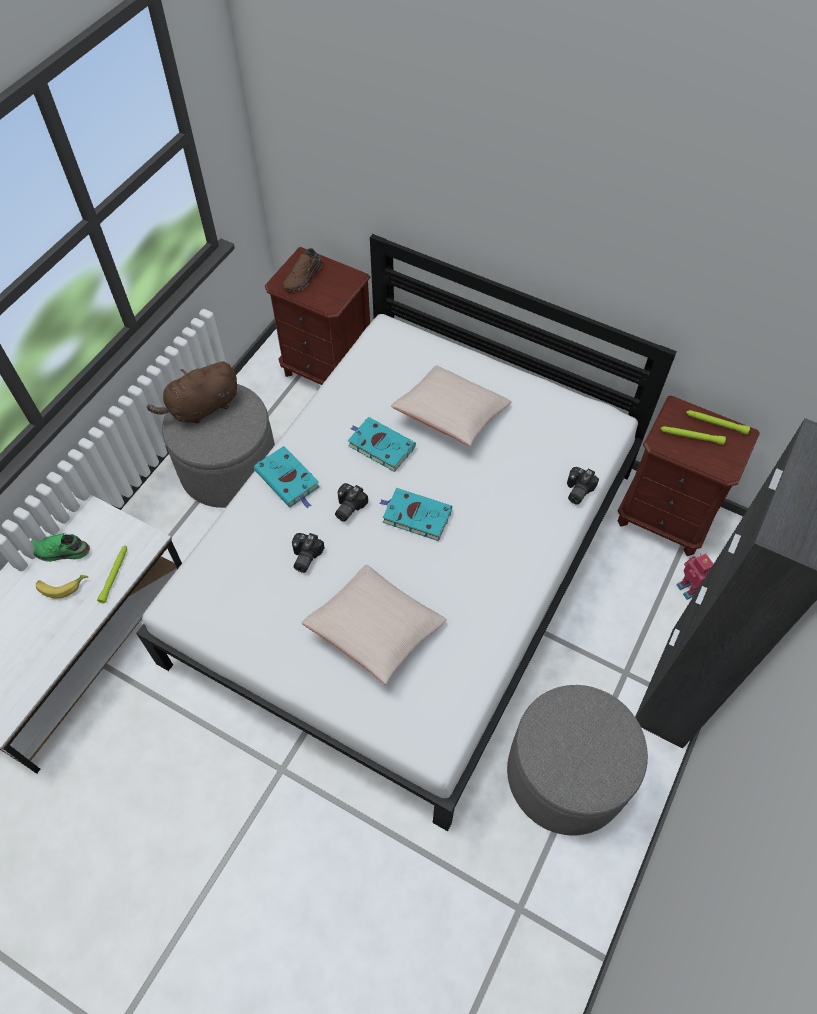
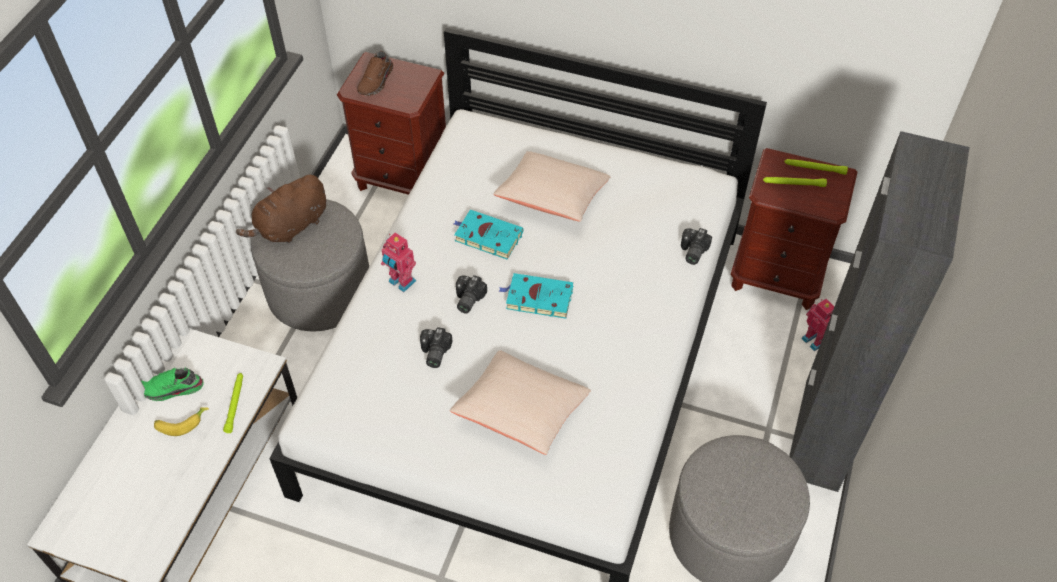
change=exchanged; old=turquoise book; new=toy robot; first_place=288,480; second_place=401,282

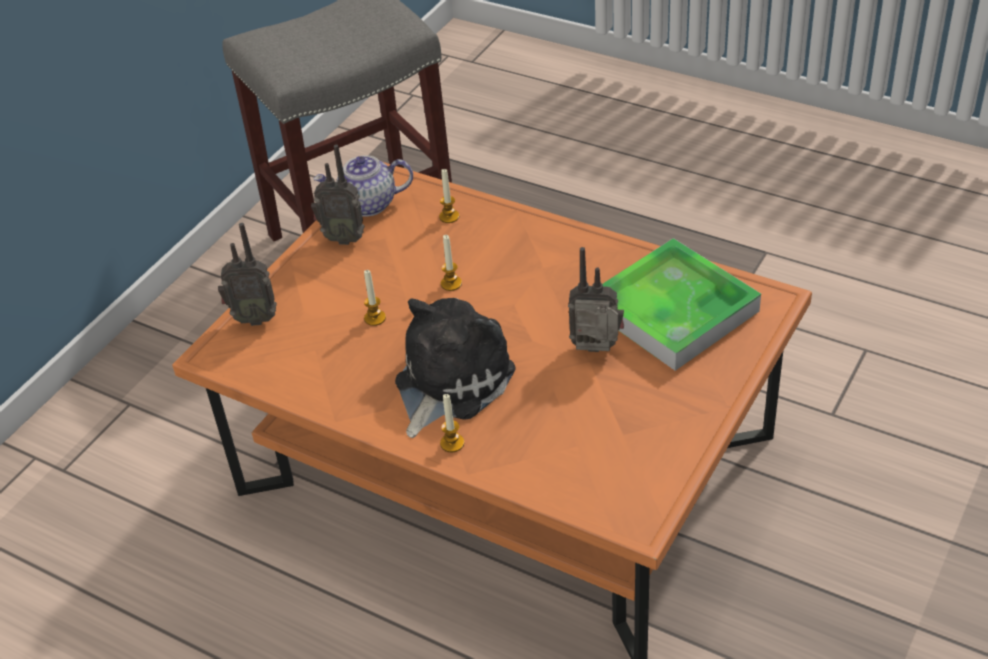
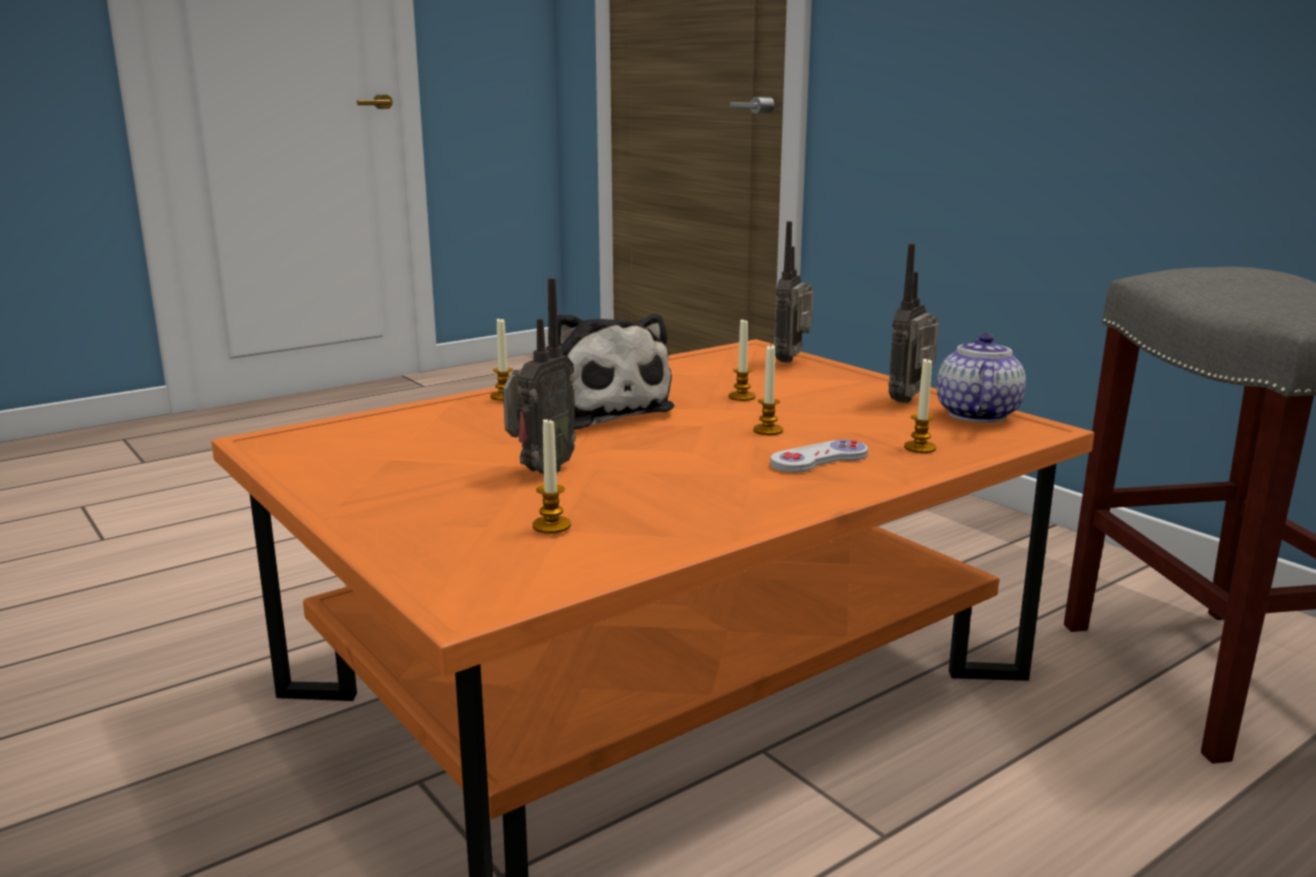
change=exchanged; old=tray; new=candle; first_place=673,310; second_place=551,526
change=appeared; new=white game controller; second_place=819,459

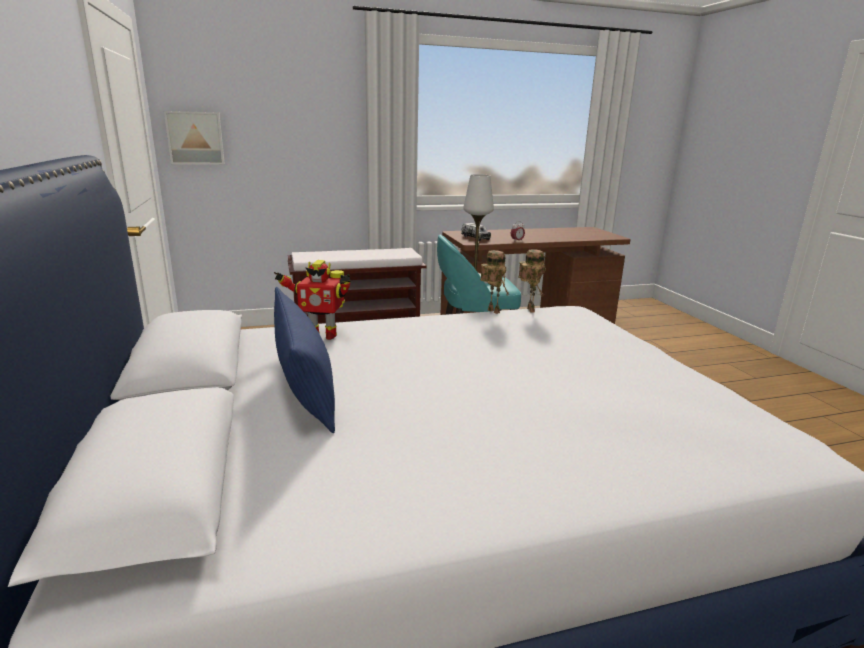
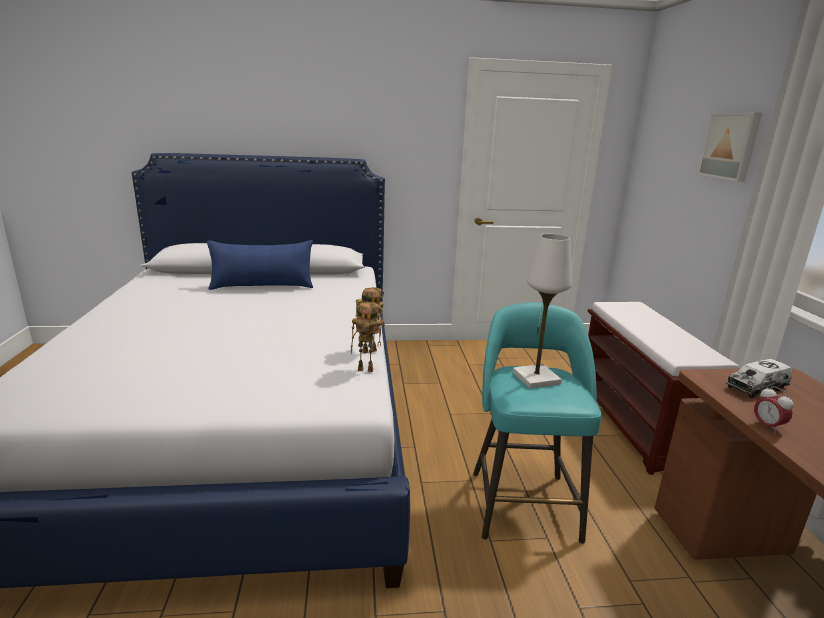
change=relocated; old=picture; first_place=195,138; second_place=730,146
change=missing; old=toy robot; first_place=321,335

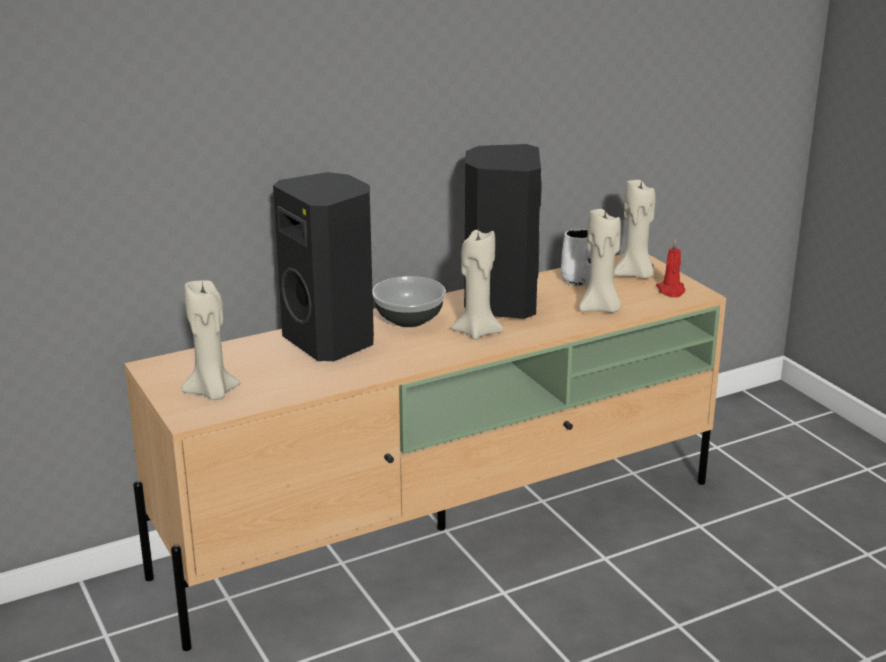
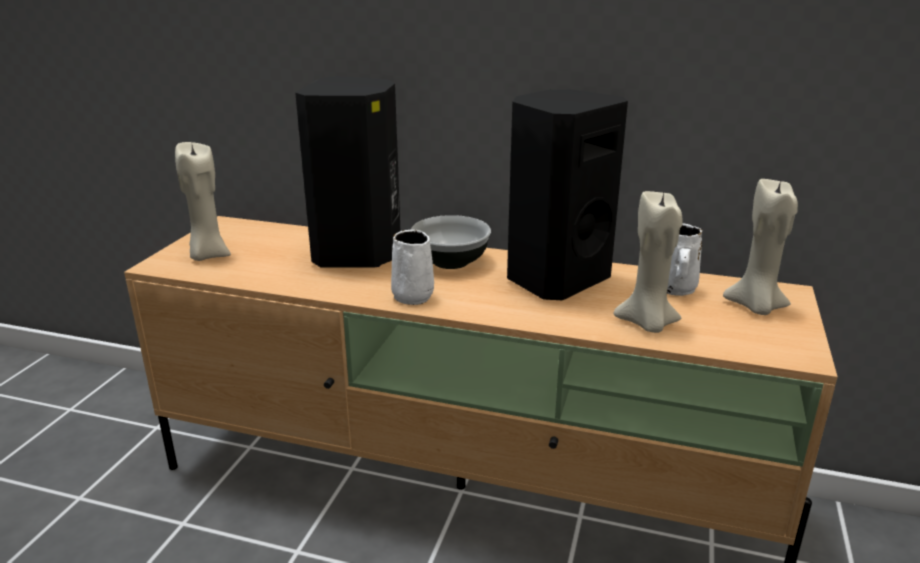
change=missing; old=beige candle; first_place=477,332
change=missing; old=red candle; first_place=671,291
change=appeared; new=white mug; second_place=412,295

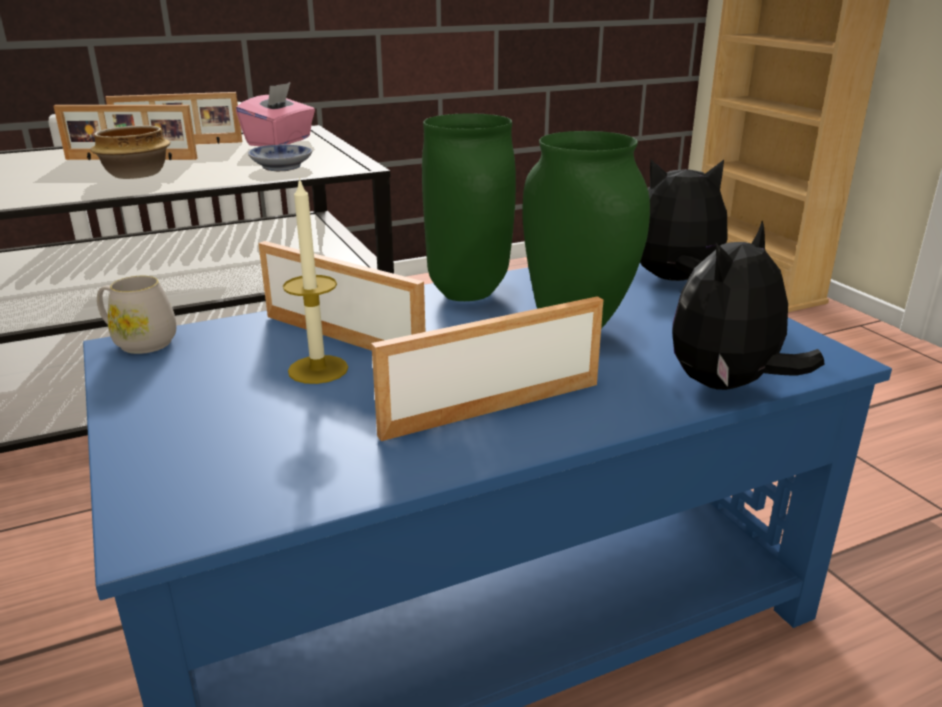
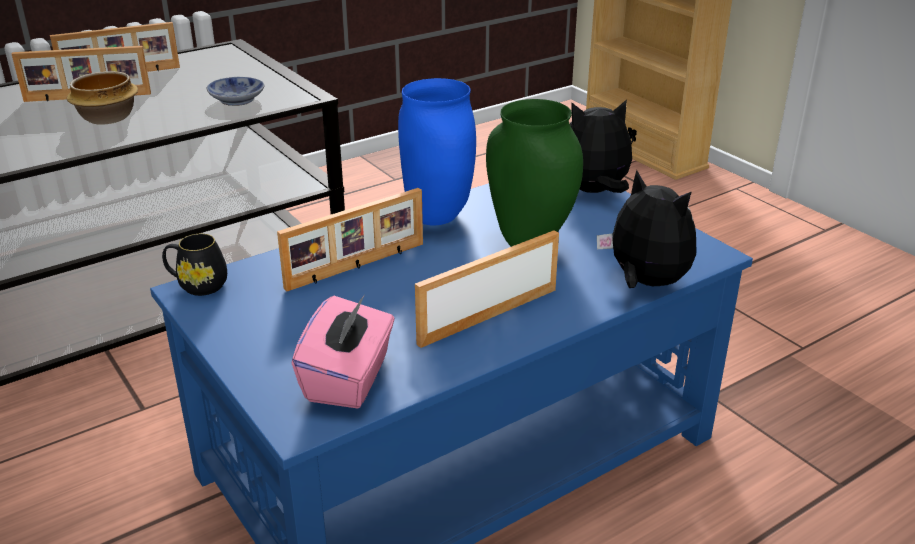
change=relocated; old=pink tissue box; first_place=280,142; second_place=349,379
change=colour; old=green vase; new=blue vase; first_place=470,294; second_place=439,217
change=missing; old=candle; first_place=318,369
change=spun; old=plush toy; first_place=728,386; second_place=644,283; degrees=105
change=spun; old=picture frame; first_place=344,337; second_place=357,266; degrees=120
change=colour; old=white mug; new=black mug; first_place=139,342; second_place=197,285

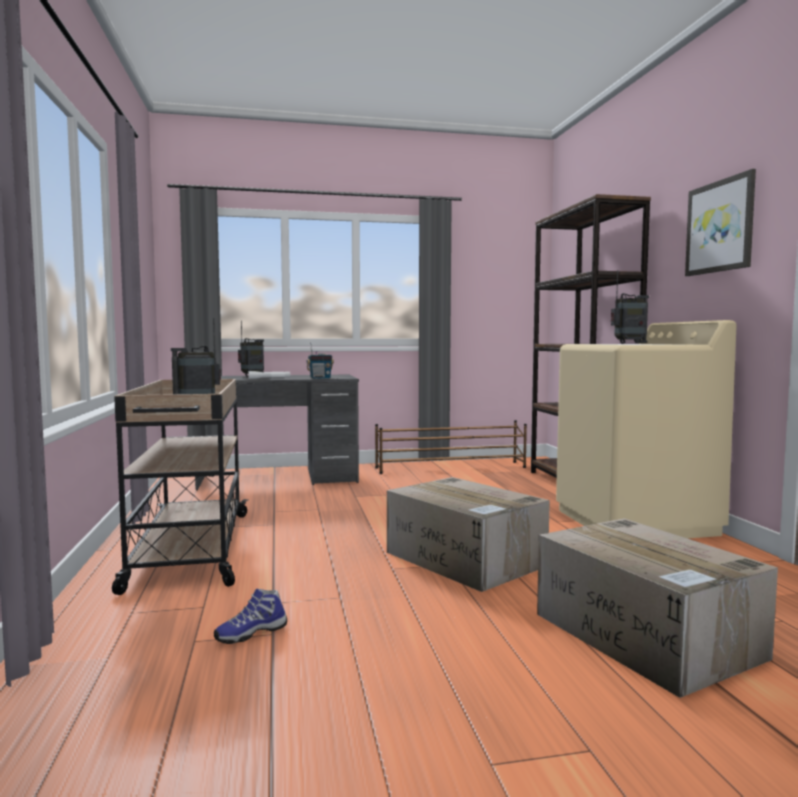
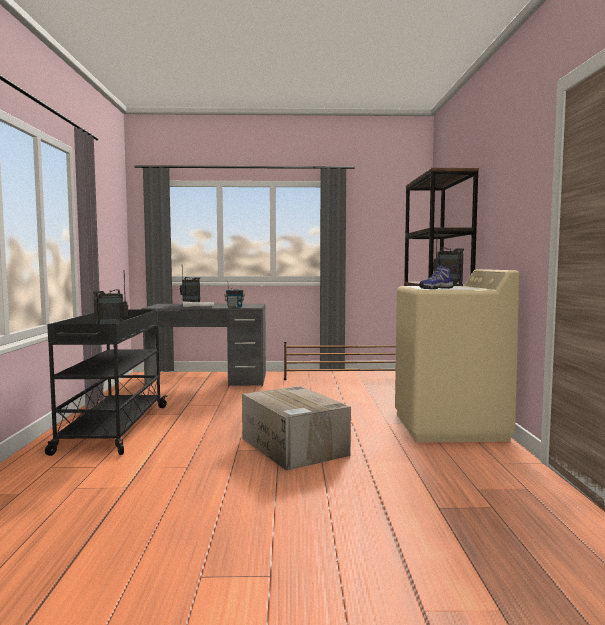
change=missing; old=picture; first_place=720,226
change=colour; old=beige cart; new=black cart; first_place=191,549; second_place=113,429
change=missing; old=cardboard box; first_place=648,636
change=relocated; old=shoe; first_place=250,633; second_place=435,288

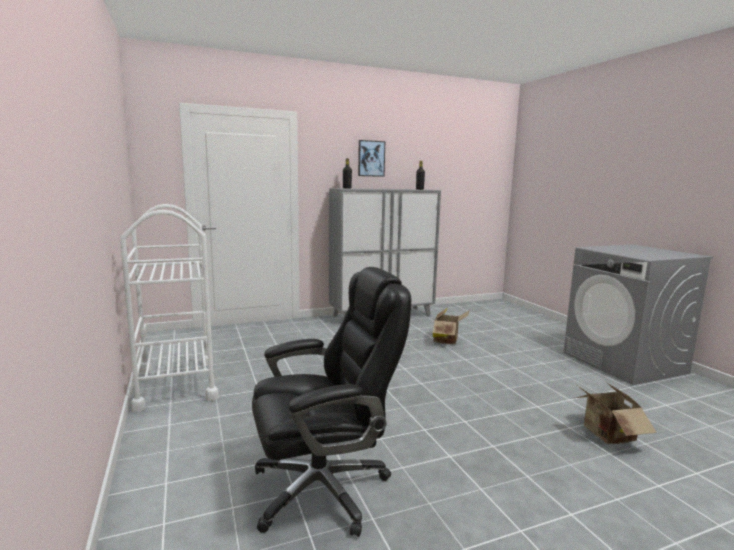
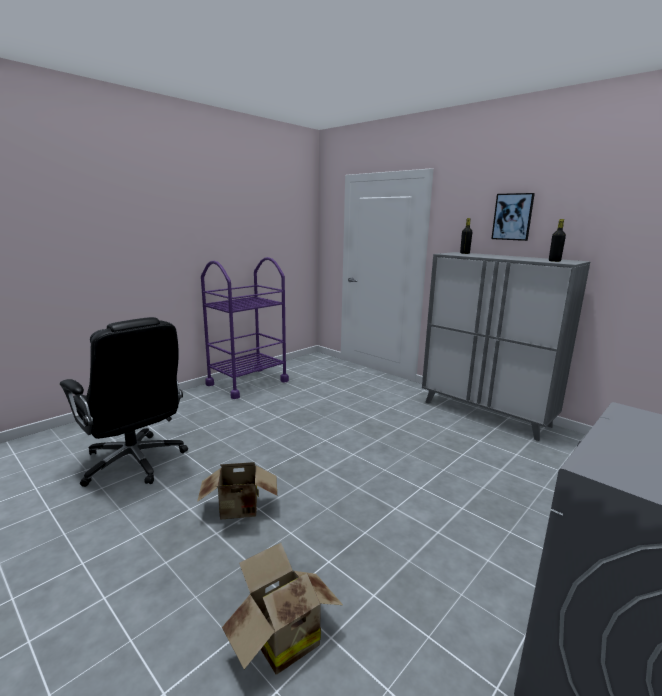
change=colour; old=white cart; new=purple cart; first_place=176,384; second_place=247,383
change=relocated; old=cardboard box; first_place=448,340; second_place=240,510

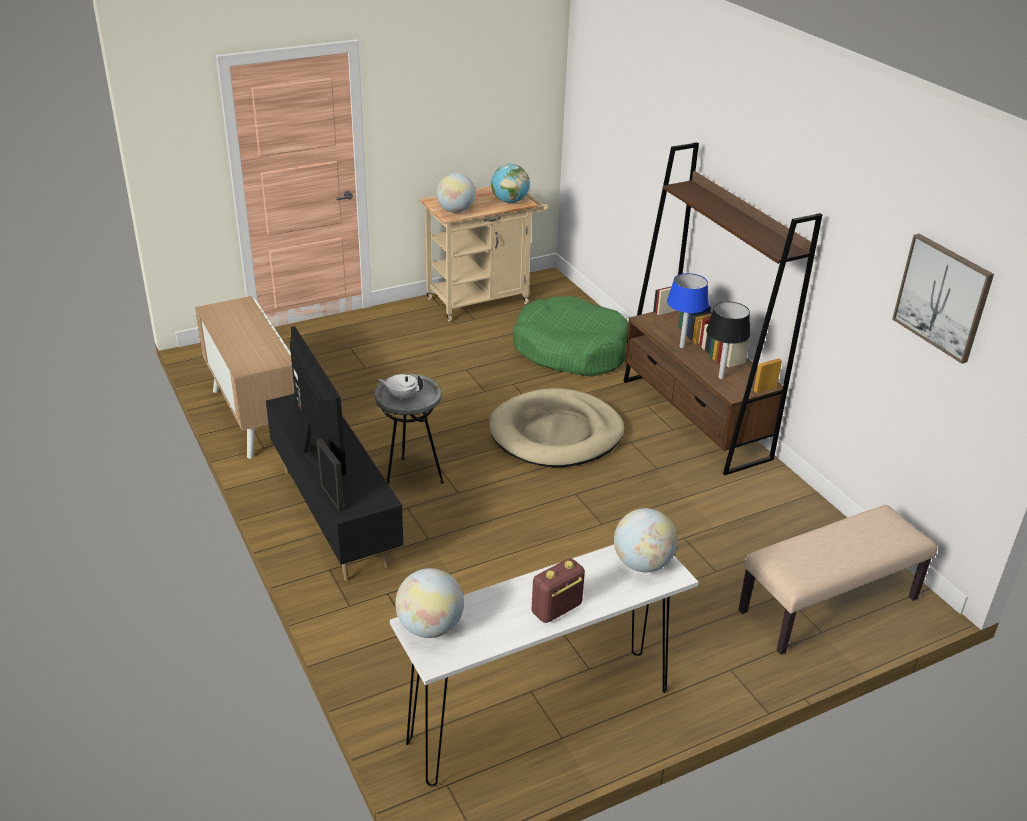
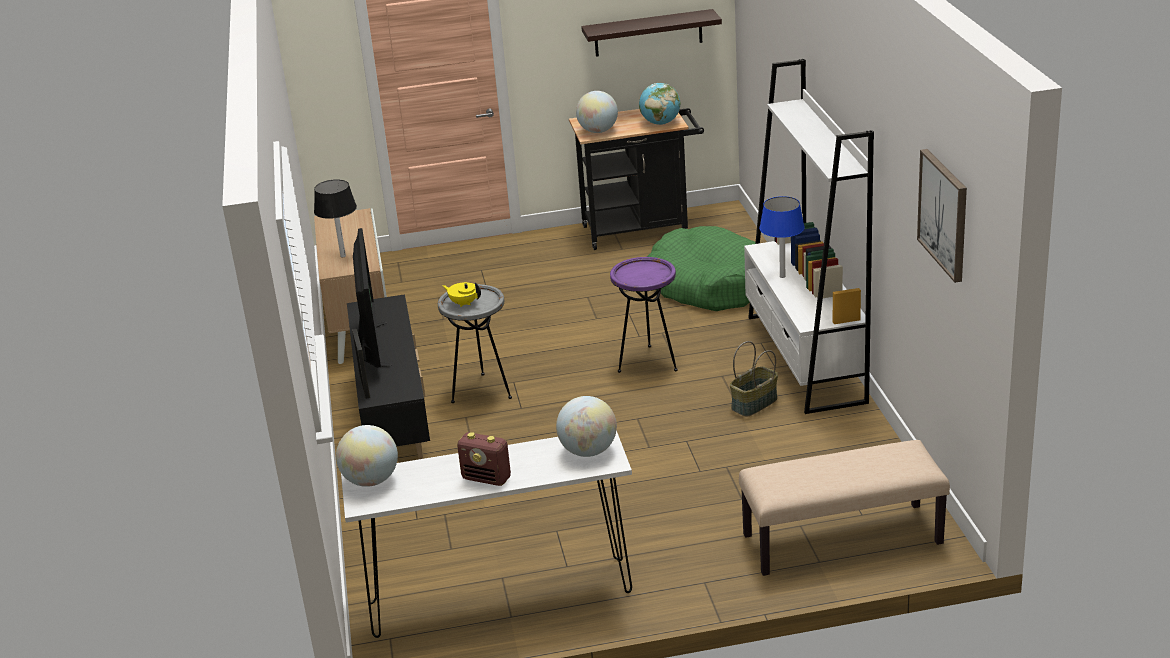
change=colour; old=brown bookcase; new=white bookcase; first_place=695,419; second_place=805,359
change=colour; old=beige cart; new=black cart; first_place=483,299; second_place=642,230
change=relocated; old=black table lamp; first_place=720,377; second_place=343,256
change=colour; old=white teapot; new=yellow teapot; first_place=402,396; second_place=464,303
change=exchanged; old=beige dog bed; new=purple side table; first_place=556,433; second_place=648,362
change=spun; old=radio; first_place=556,609; second_place=487,478; degrees=-135
change=appeared; new=shelf; second_place=648,33
change=appeared; new=basket; second_place=754,404

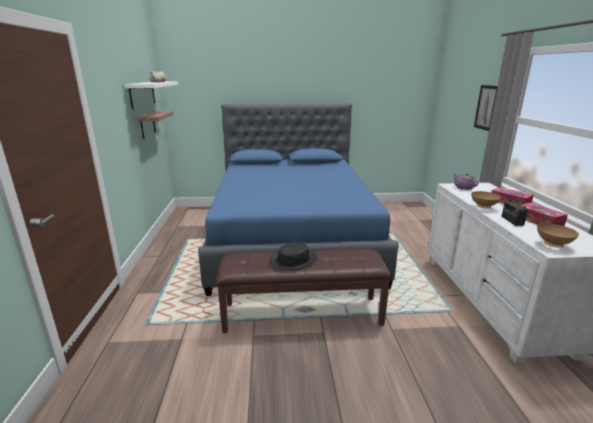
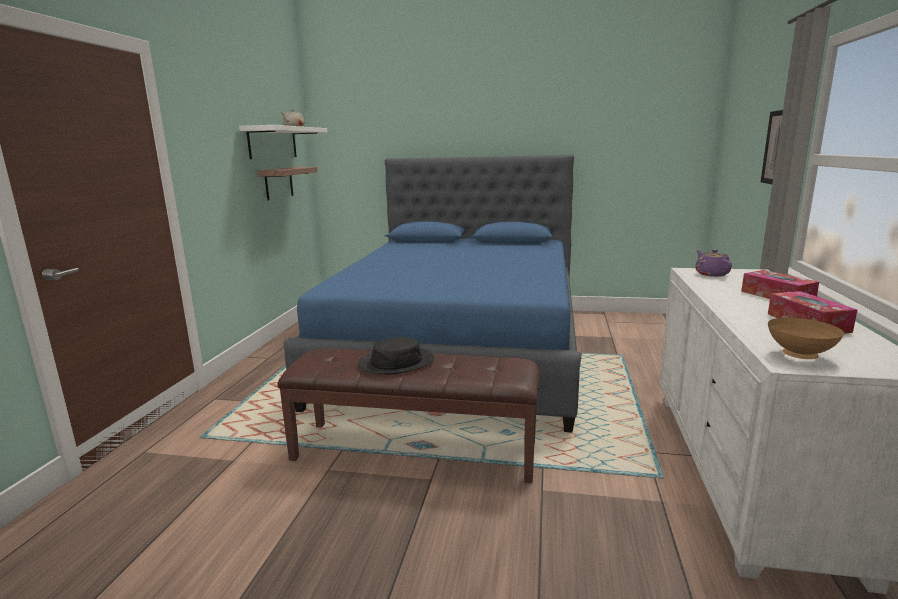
change=missing; old=brown bowl; first_place=483,207
change=missing; old=radio; first_place=512,221

